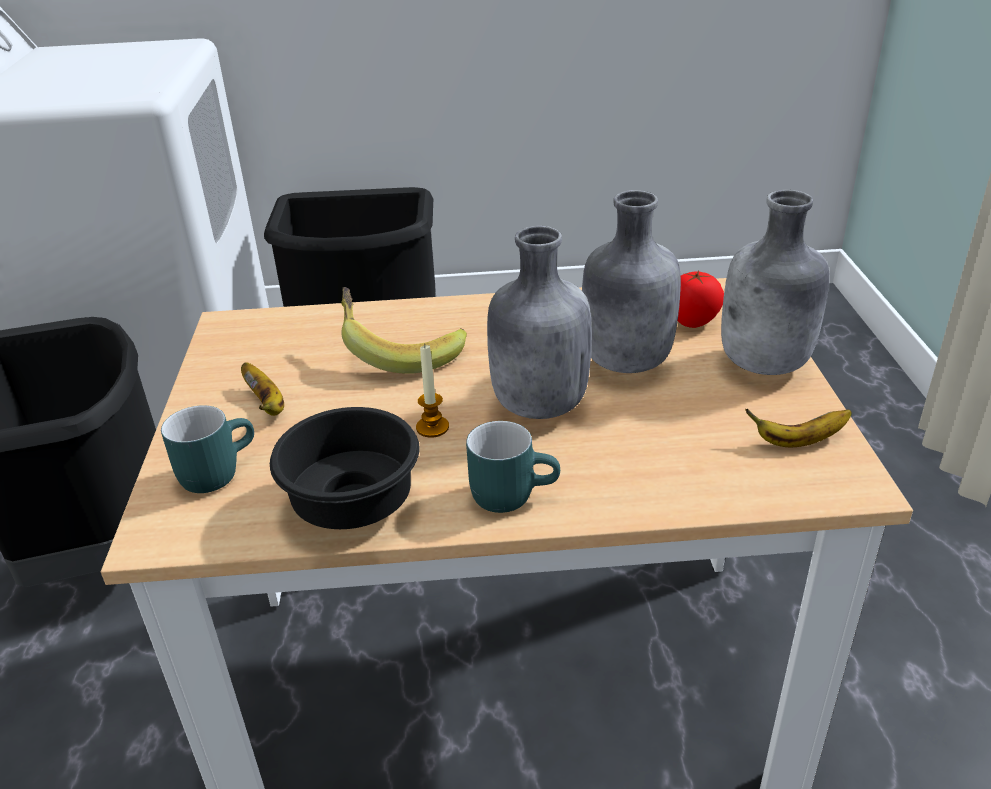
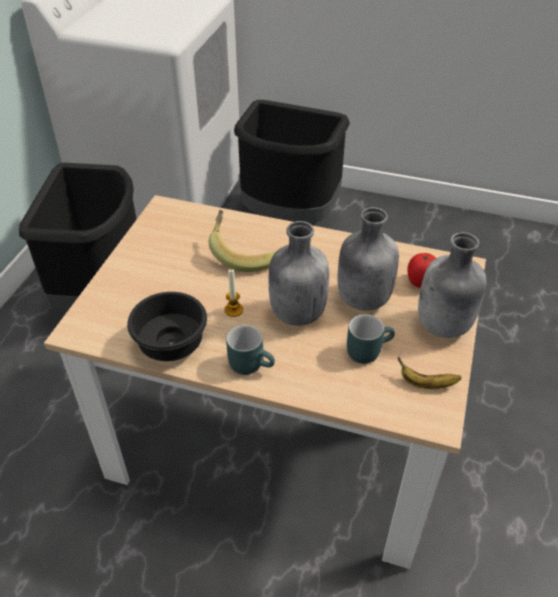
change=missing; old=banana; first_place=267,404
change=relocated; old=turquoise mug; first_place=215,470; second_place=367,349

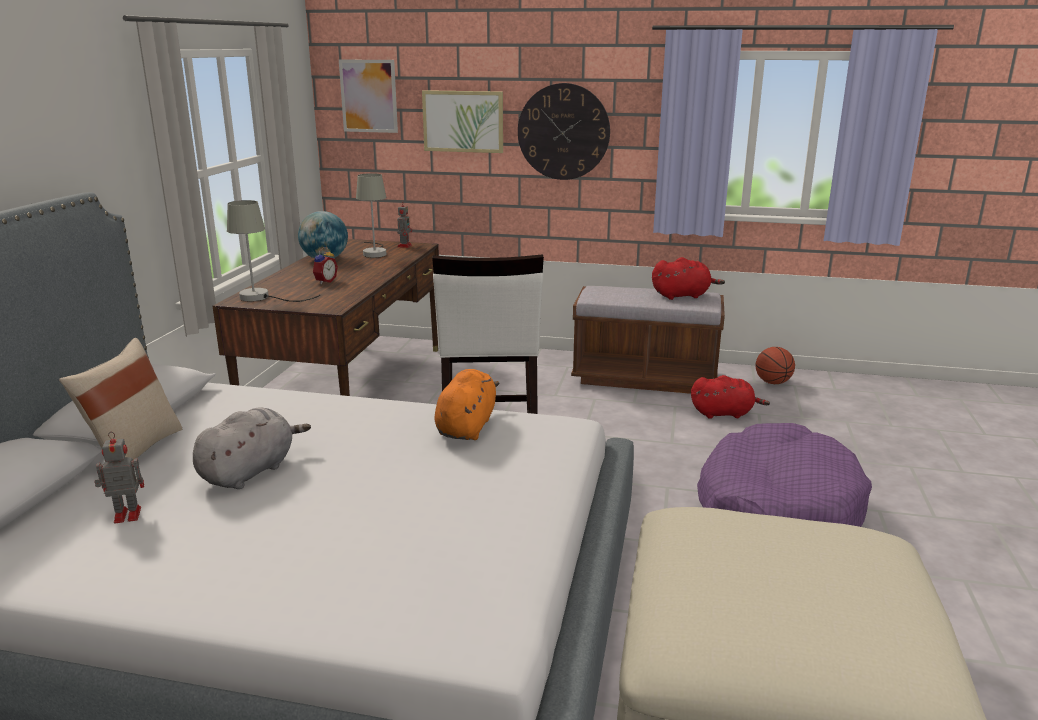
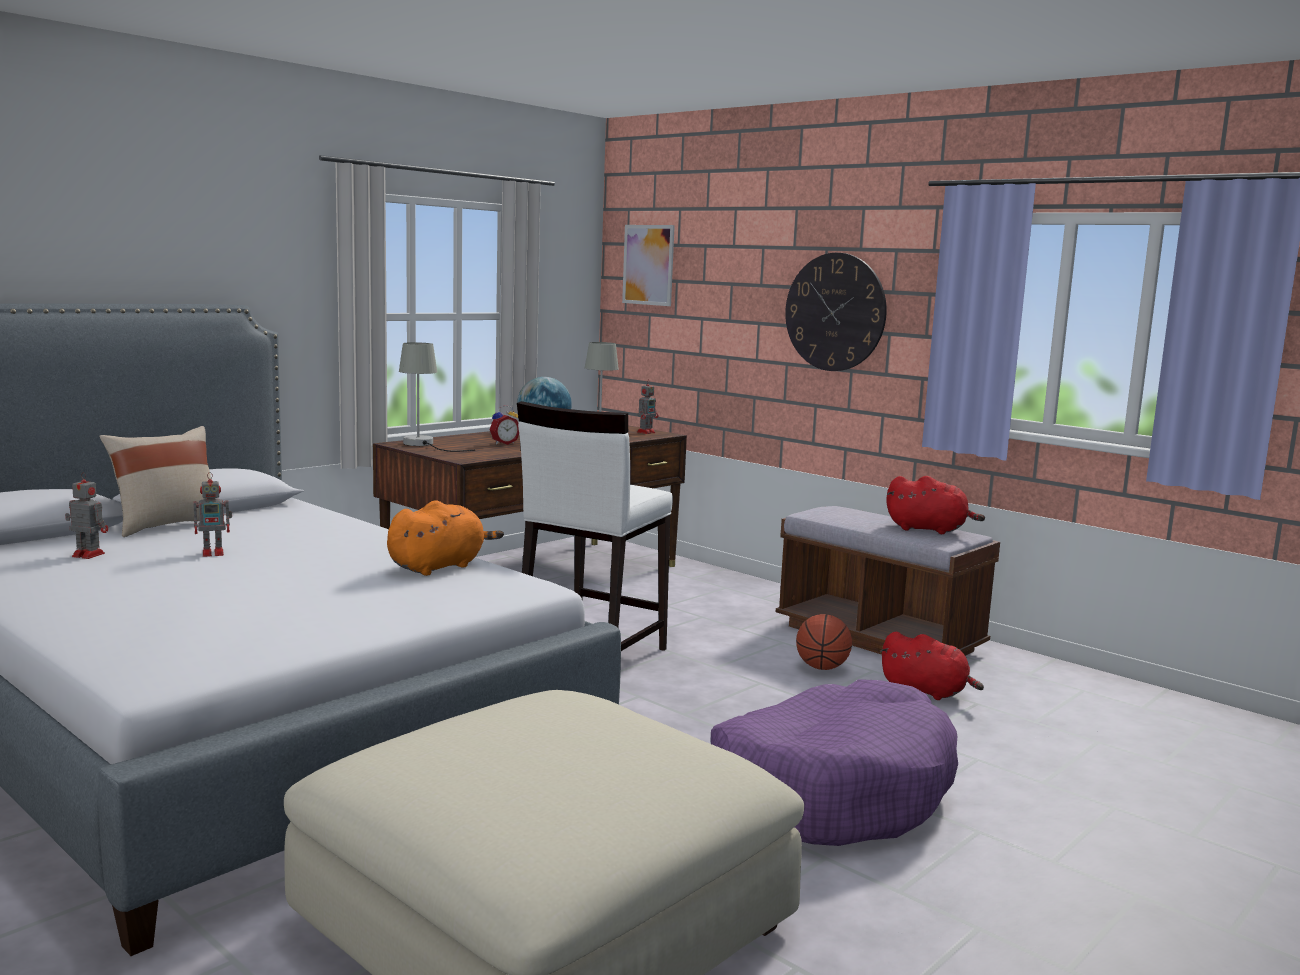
change=missing; old=picture; first_place=463,121
change=relocated; old=basketball; first_place=772,382; second_place=821,668
change=exchanged; old=grey plush toy; new=toy robot; first_place=250,471; second_place=214,553

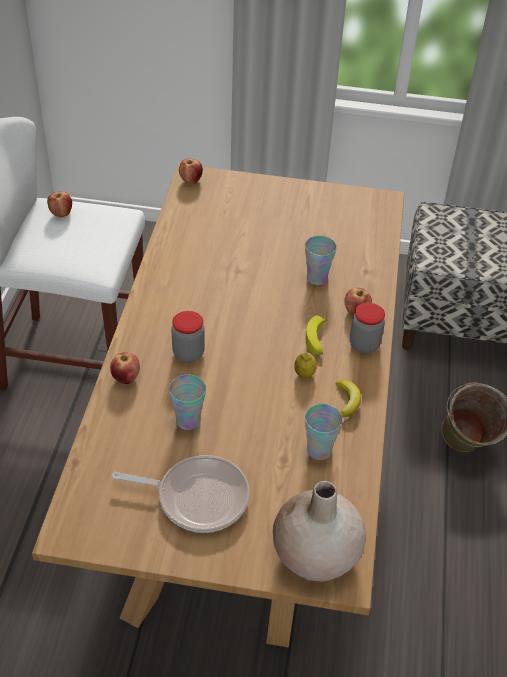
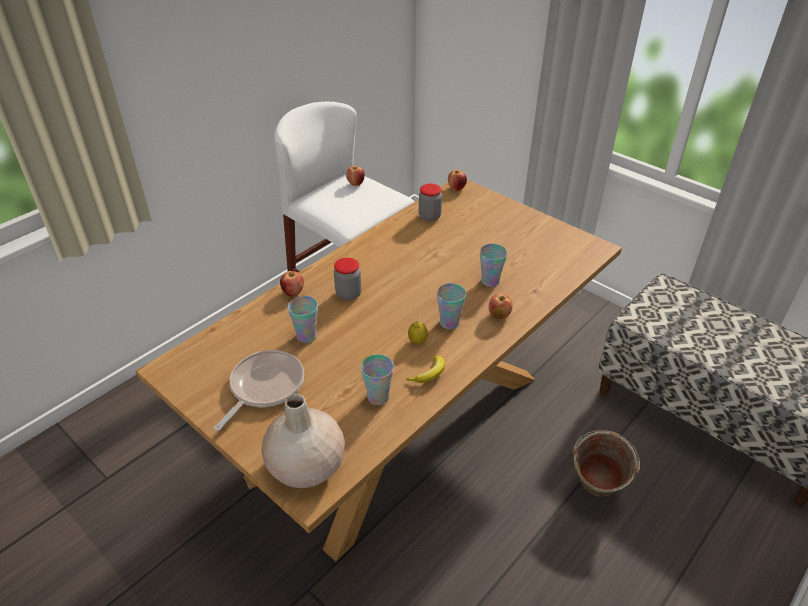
change=relocated; old=jar; first_place=364,344; second_place=429,216
change=exchanged; old=banana; new=cup; first_place=317,340; second_place=449,323
change=spun; old=frying pan; first_place=197,497; second_place=264,387; degrees=-105

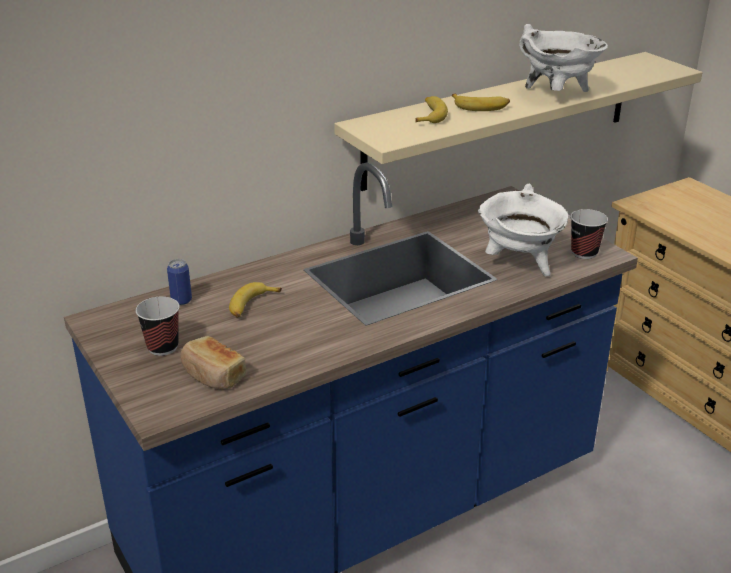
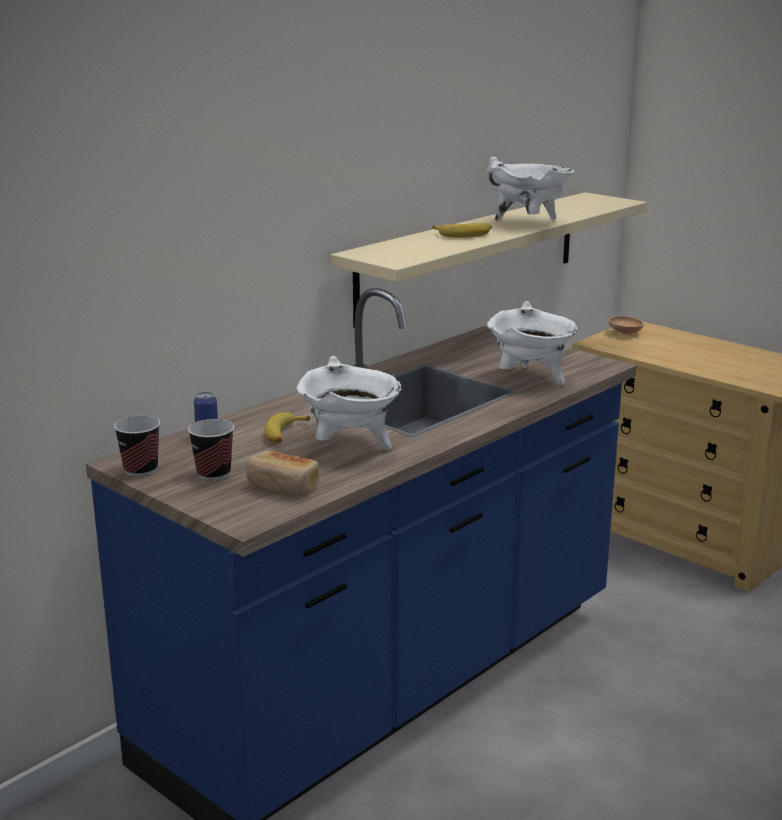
change=missing; old=banana; first_place=429,115
change=relocated; old=cup; first_place=584,253; second_place=141,470
change=appeared; new=brown bowl; second_place=625,333
change=appeared; new=white cooking pot; second_place=350,446

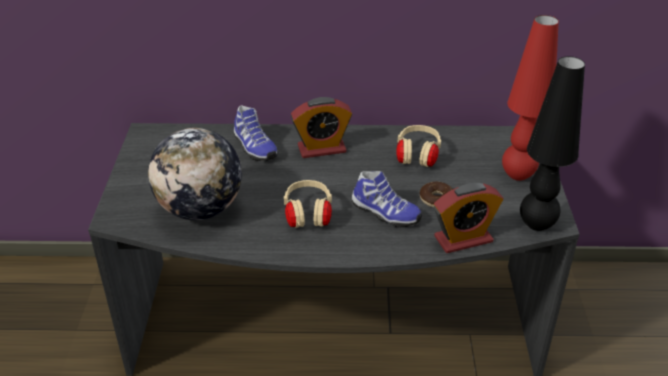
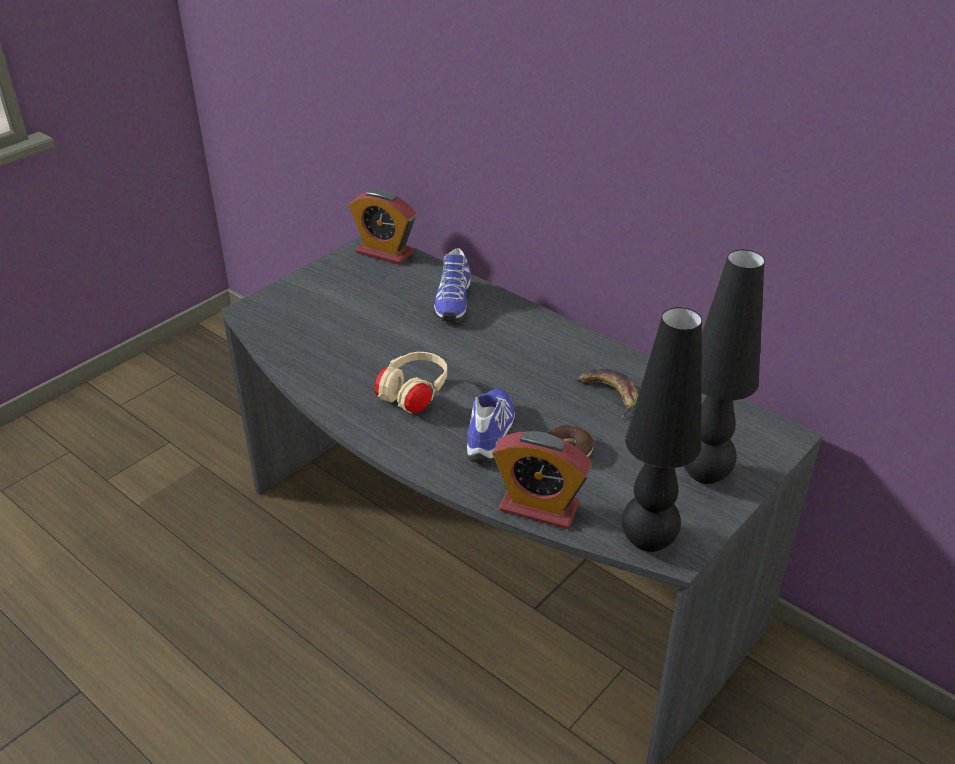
change=colour; old=red table lamp; new=black table lamp; first_place=517,176; second_place=704,476
change=relocated; old=alarm clock; first_place=321,149; second_place=384,252
change=exchanged; old=beige headphones; new=banana; first_place=417,157; second_place=610,394
change=missing; old=globe; first_place=200,209
change=spun; old=shoe; first_place=384,213; second_place=492,434; degrees=-150

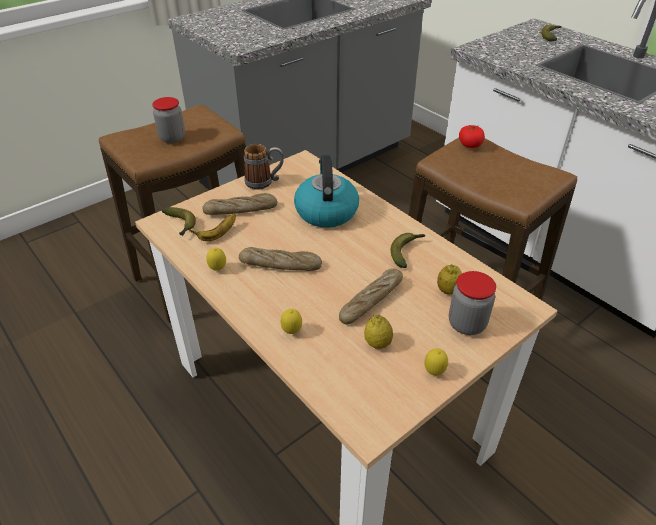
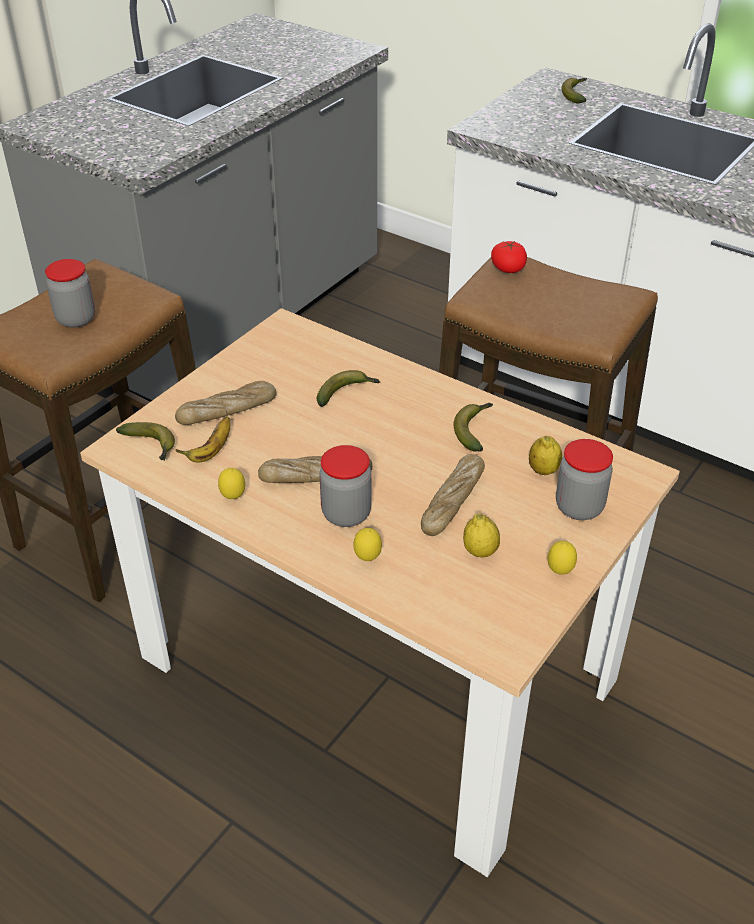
change=missing; old=mug; first_place=264,182
change=exchanged; old=kettle; new=banana; first_place=326,211; second_place=347,393
change=appeared; new=jar; second_place=346,514

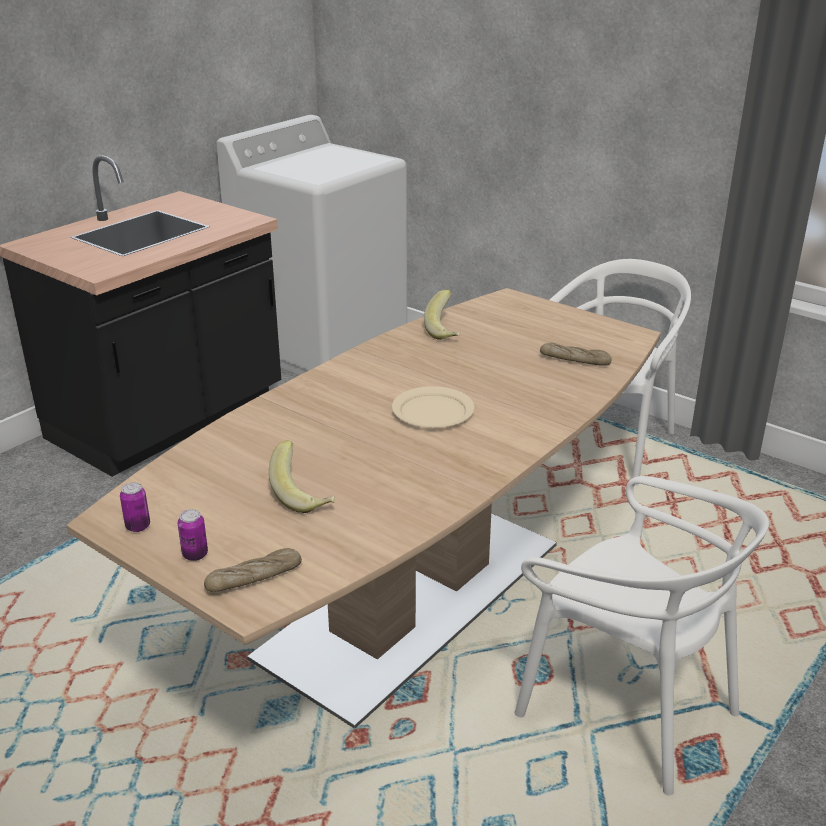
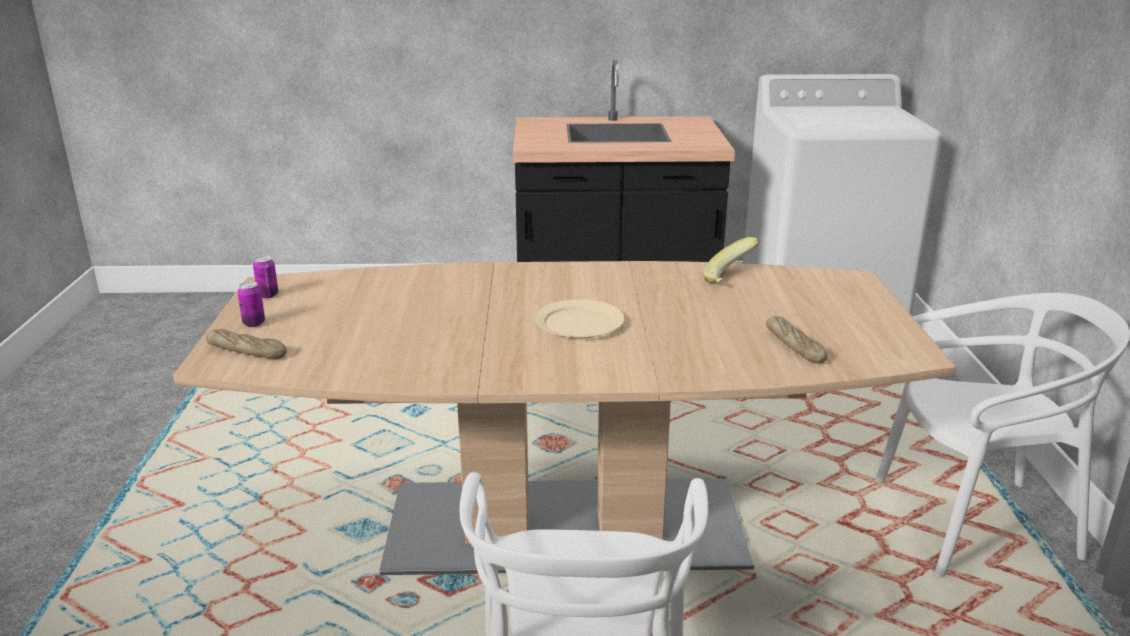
change=missing; old=banana; first_place=304,495

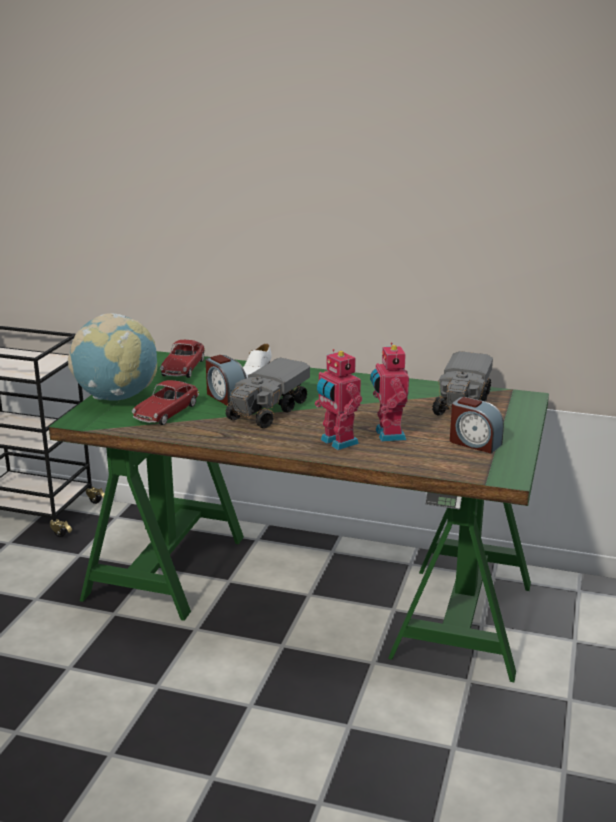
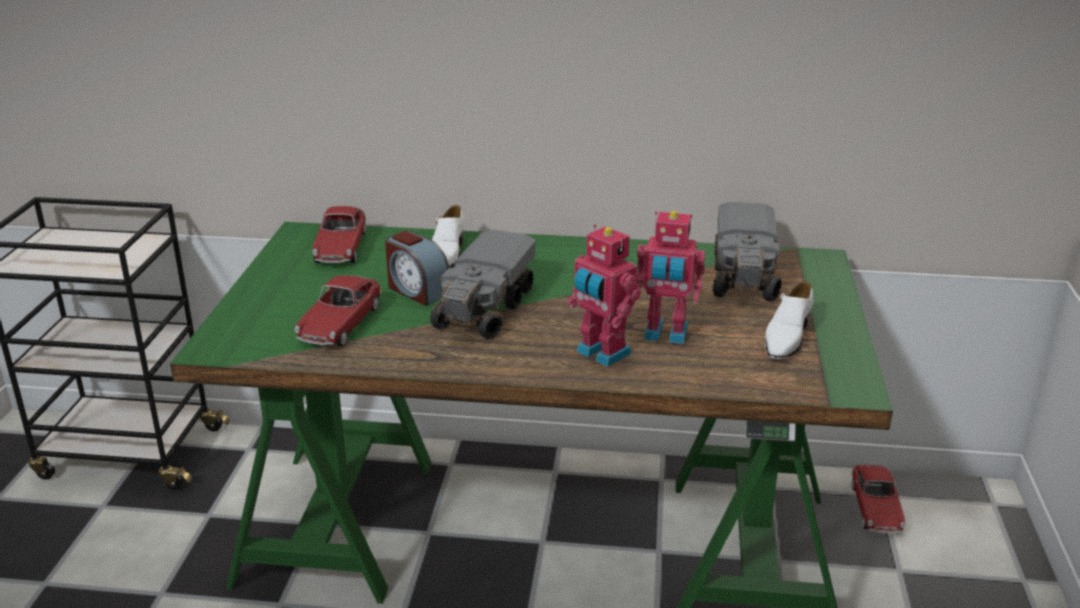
change=missing; old=globe; first_place=116,397
change=spun; old=toy robot; first_place=388,435; second_place=665,334; degrees=-60
change=exchanged; old=alarm clock; new=white shoe; first_place=474,443; second_place=786,338
change=appeared; new=toy car; second_place=875,508

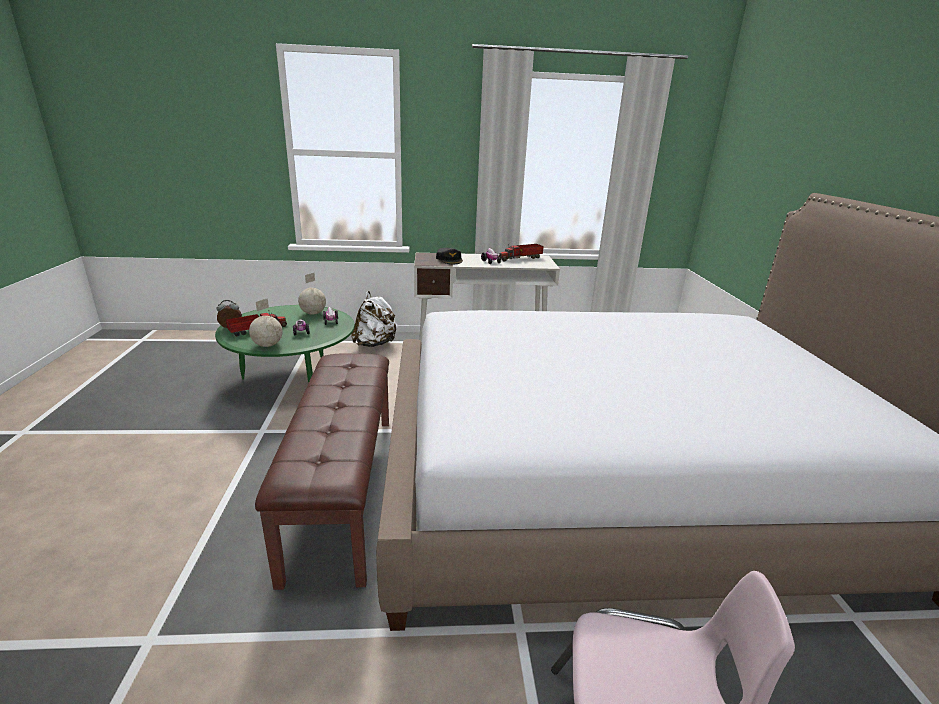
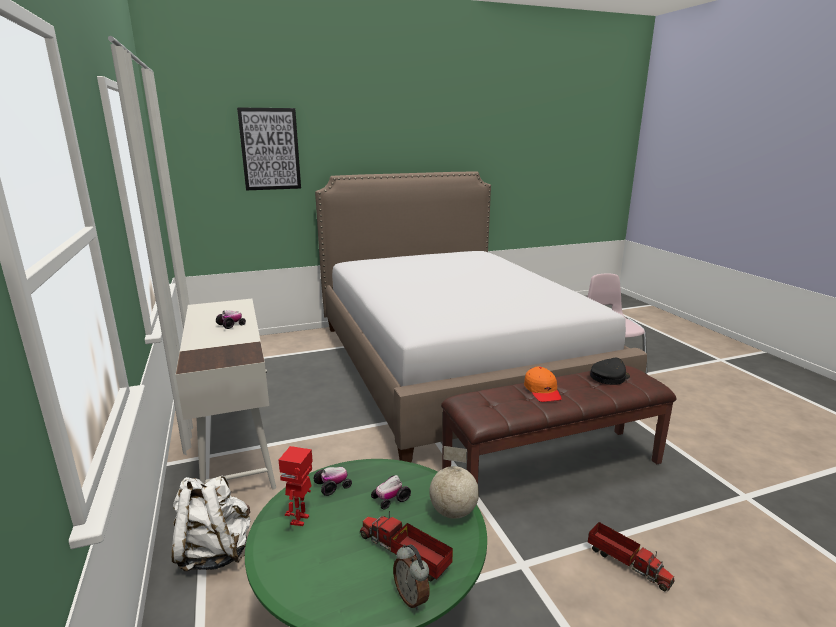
change=relocated; old=toy truck; first_place=521,258; second_place=626,563
change=relocated; old=black cap; first_place=449,259; second_place=609,376
change=exchanged; old=globe; new=toy robot; first_place=313,313; second_place=301,520
change=appeared; new=picture; second_place=270,149
change=appeared; new=orange cap; second_place=542,391

